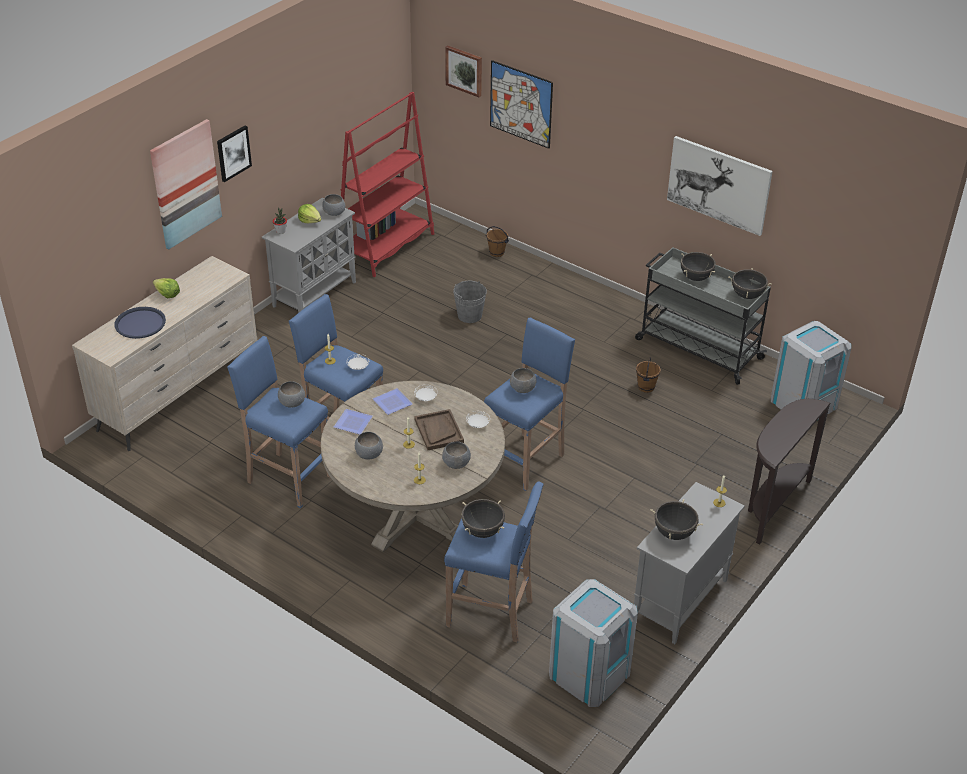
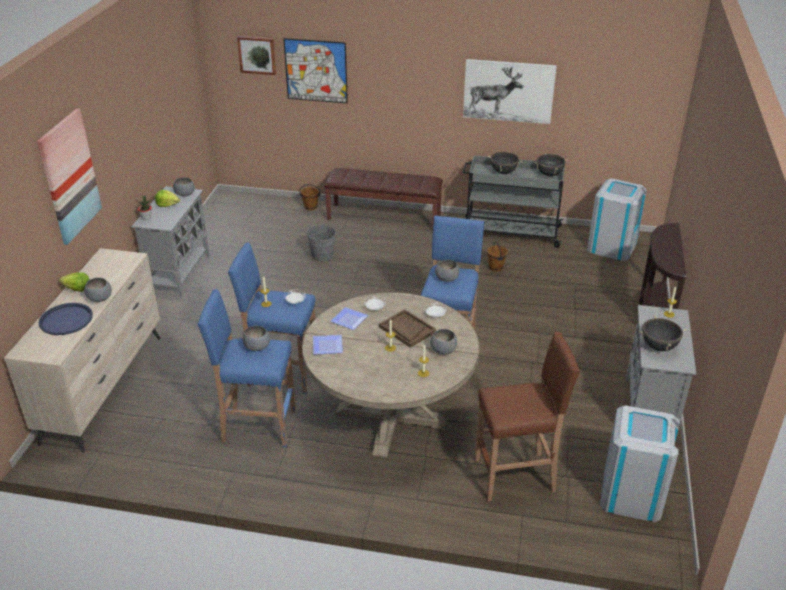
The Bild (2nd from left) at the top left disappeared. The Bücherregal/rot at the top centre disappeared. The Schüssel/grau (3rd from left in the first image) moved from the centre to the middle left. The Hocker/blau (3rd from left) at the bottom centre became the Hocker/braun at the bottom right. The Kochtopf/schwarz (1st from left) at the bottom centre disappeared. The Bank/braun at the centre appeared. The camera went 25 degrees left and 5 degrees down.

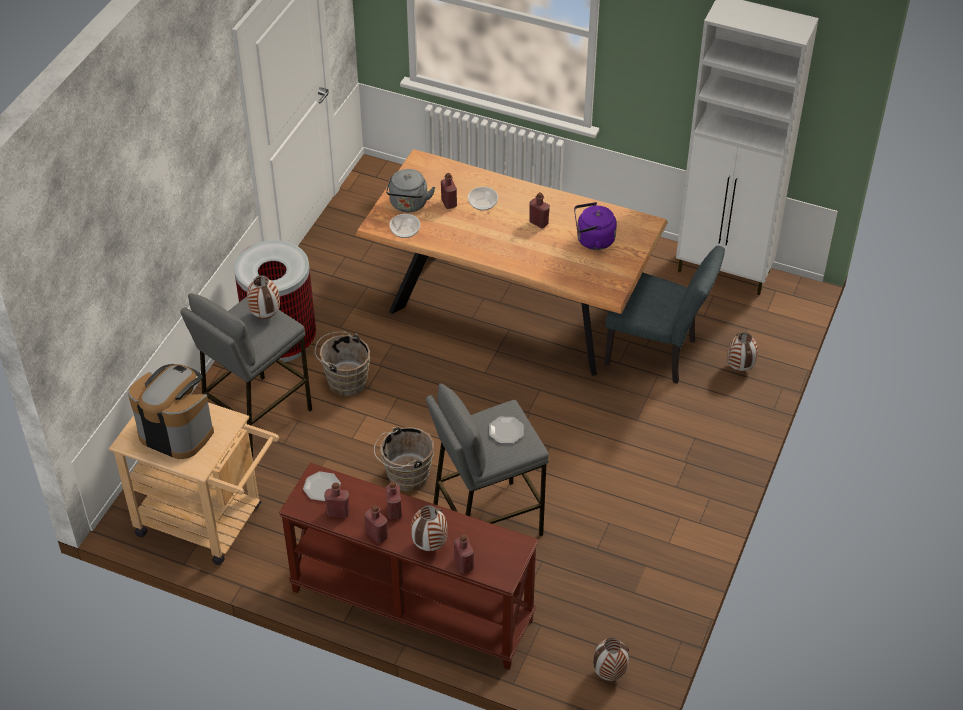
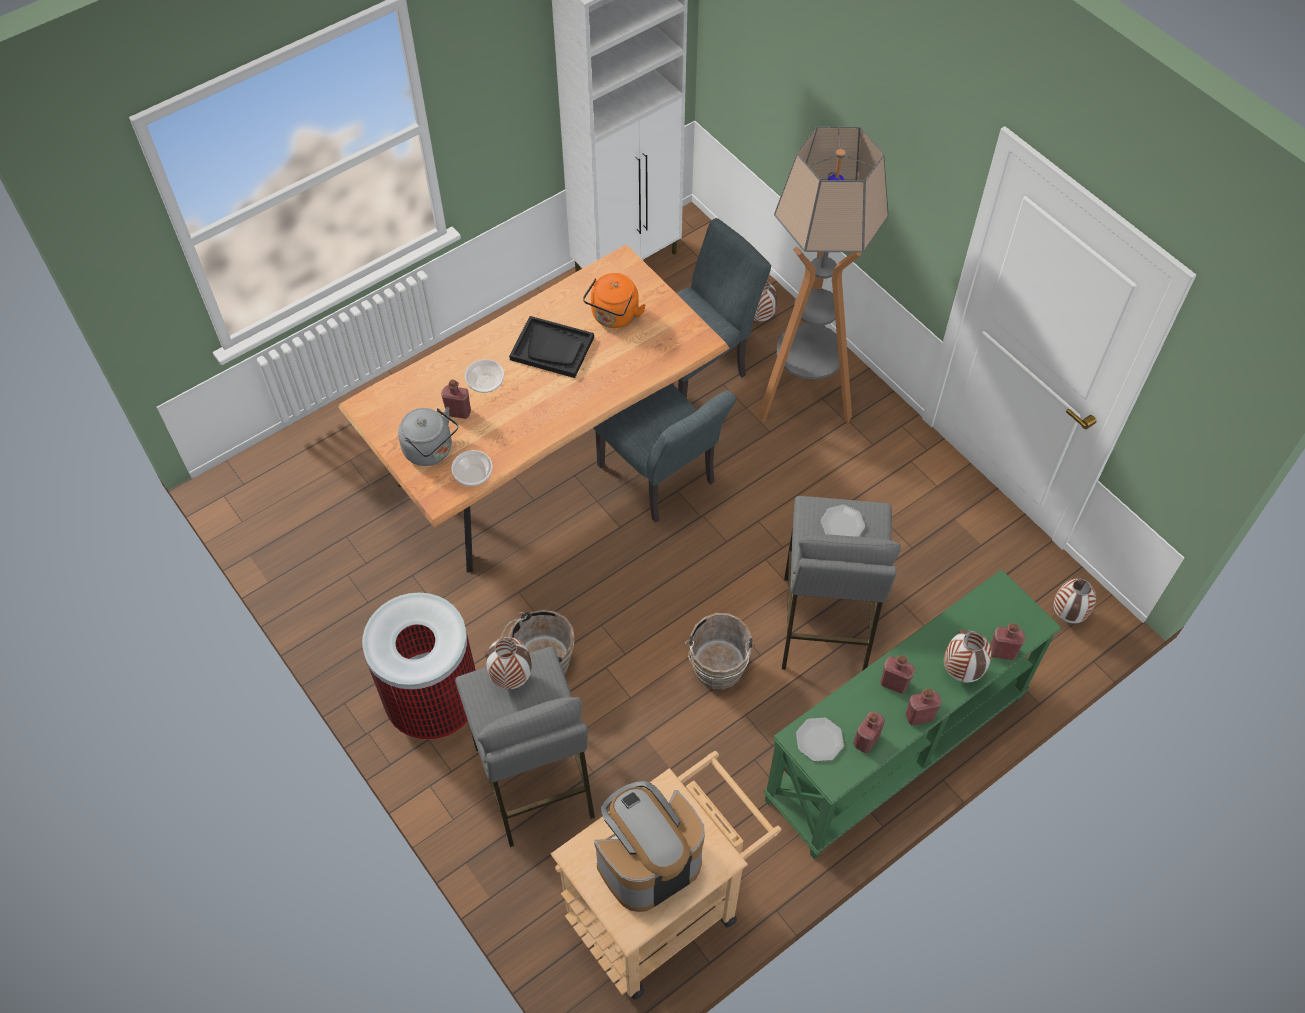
The Konsolentisch/braun at the bottom centre became the Konsolentisch/grün at the bottom right. The Flasche/rot (6th from left) at the top centre was replaced by the Tablett/schwarz at the centre. The Wasserkessel/lila at the top centre became the Wasserkessel/orange at the top centre. The Stuhl/grau (1st from left) at the centre appeared. The Stehlampe at the top centre appeared. The camera went 60 degrees left and 10 degrees up.

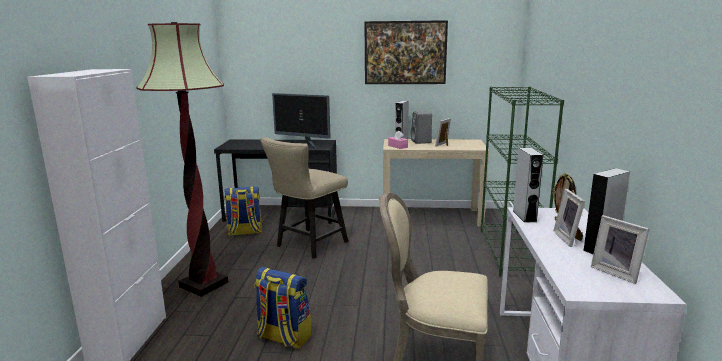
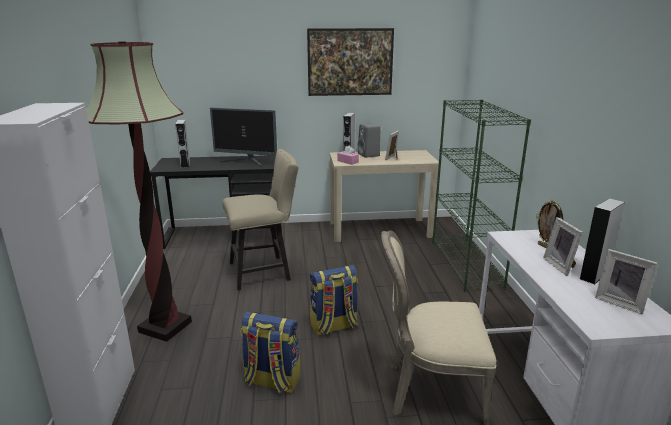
The Rucksack (1st from left in the first image) moved from the centre to the bottom centre. The Stuhl/beige (1st from left) at the centre turned 135 degrees counterclockwise. The Lautsprecher/grau (3rd from left in the first image) moved from the middle right to the middle left. The camera went 10 degrees left and 5 degrees up.

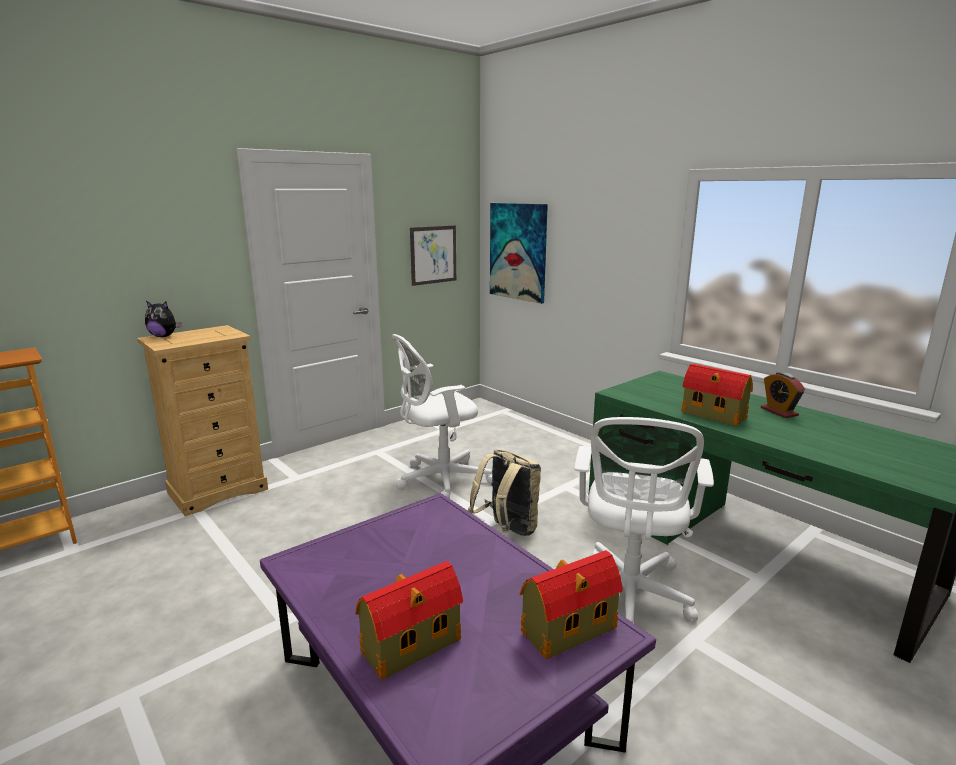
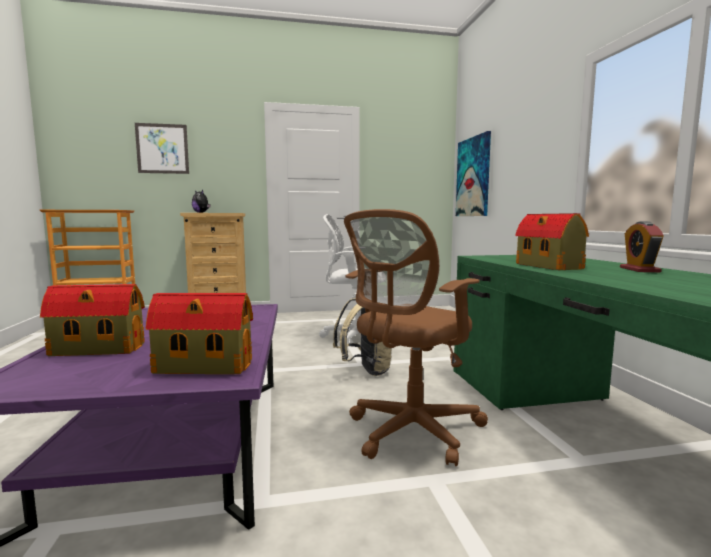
The Bild (1st from left) moved from the centre to the top left. The Bürostuhl/weiß (2nd from left) at the bottom right became the Bürostuhl/braun at the centre. The camera went 30 degrees right and 10 degrees down.

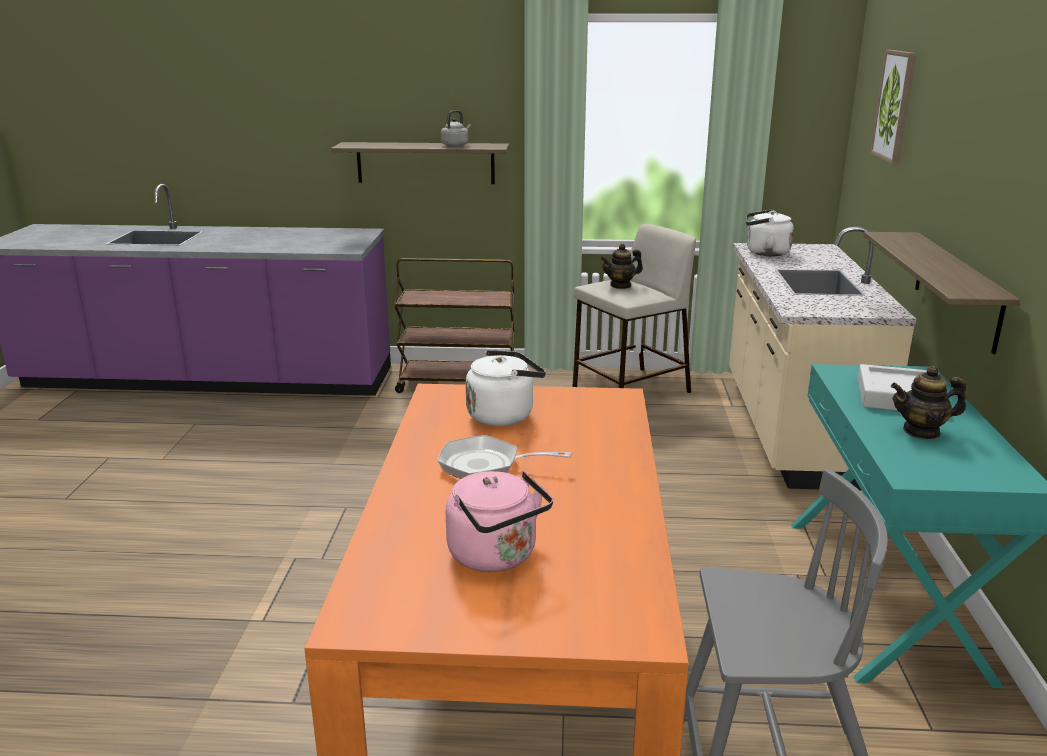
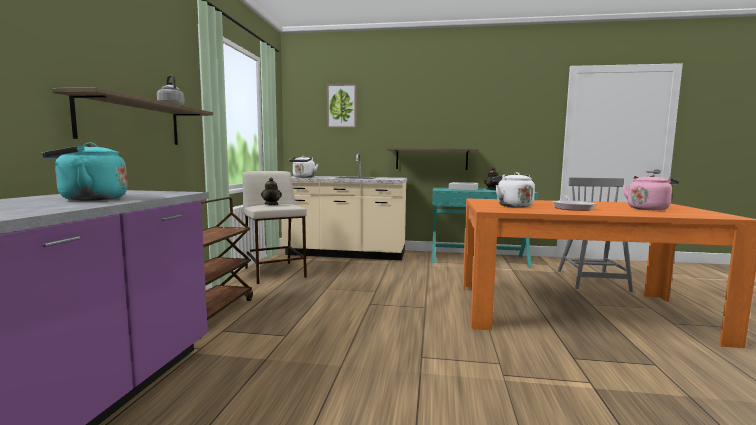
The Wasserkessel/türkis at the middle left appeared. The camera went 85 degrees left and 15 degrees down.

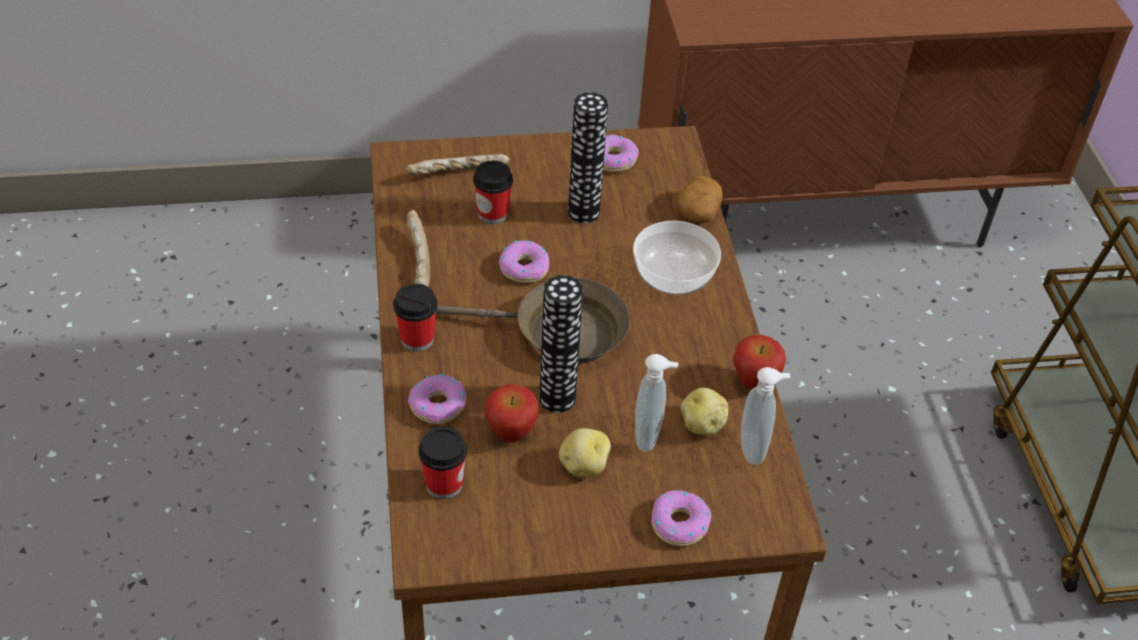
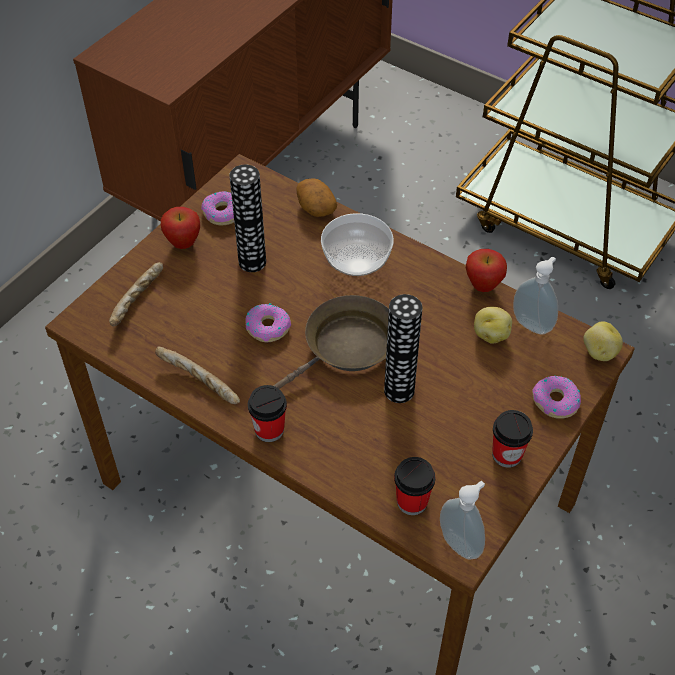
The Donut (1st from left) at the centre disappeared. The Tasse (3rd from left) moved from the top centre to the middle right. The Apfel (1st from left) moved from the centre to the middle left. The Kartoffel (1st from left in the first image) moved from the bottom centre to the middle right. The Seifenspender (1st from left) moved from the centre to the bottom right. The camera went 45 degrees left and 5 degrees up.

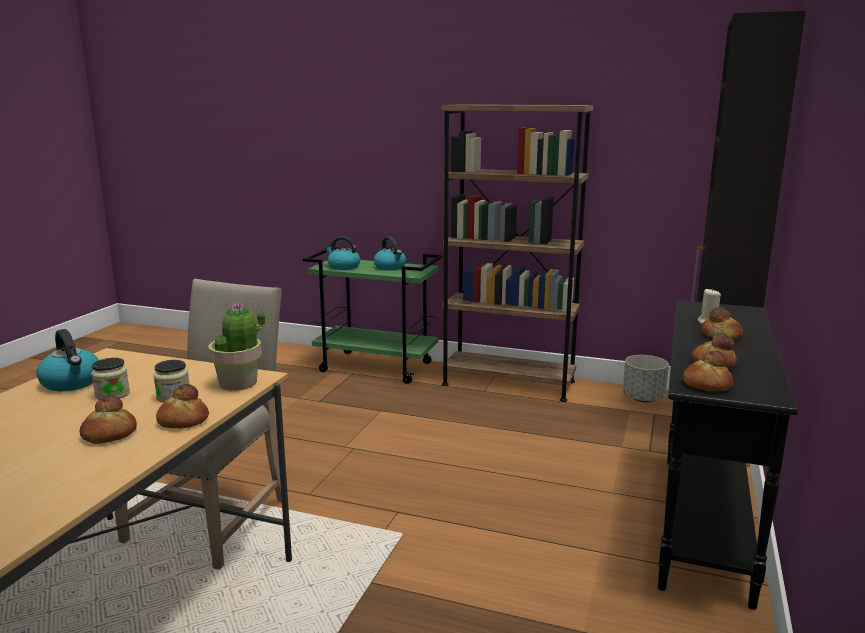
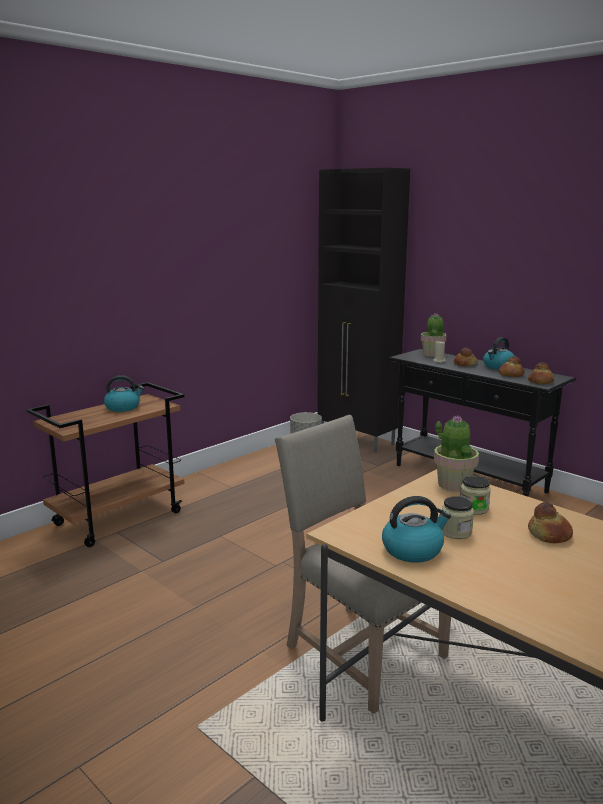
The Brot (2nd from left) at the middle left disappeared. The Rollwagen/grün at the centre became the Rollwagen/braun at the middle left. The Wasserkessel (2nd from left in the first image) moved from the centre to the middle right. The Bücherregal/braun at the centre disappeared. The Topfpflanze (1st from left) at the middle right appeared. The camera went 65 degrees left and 0 degrees up.

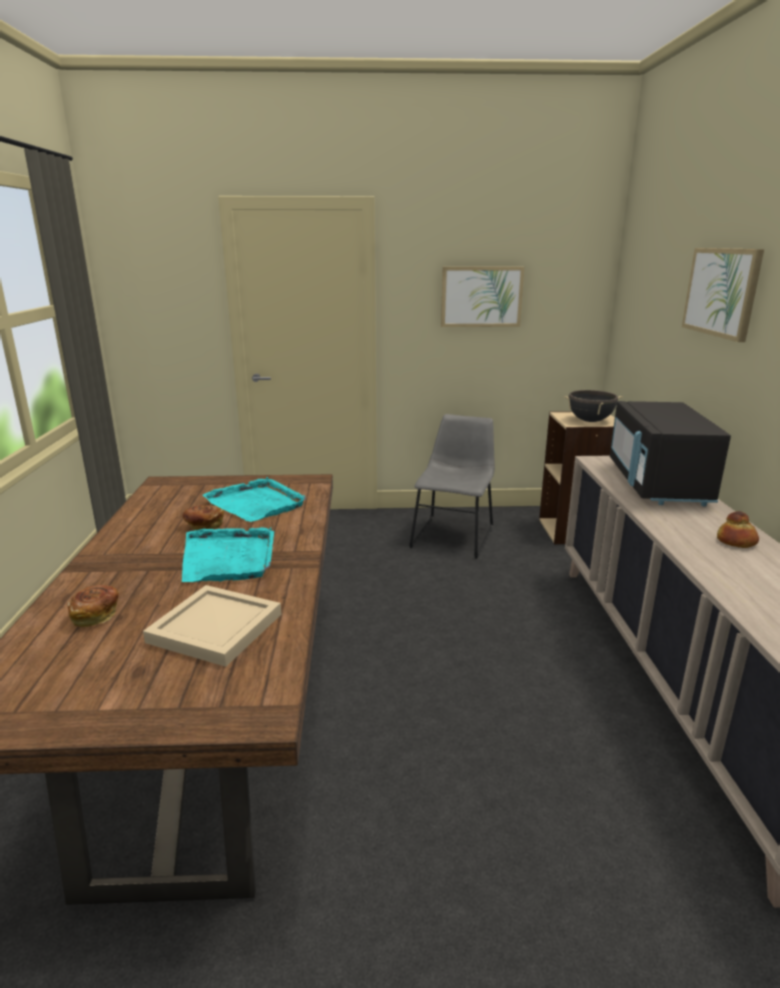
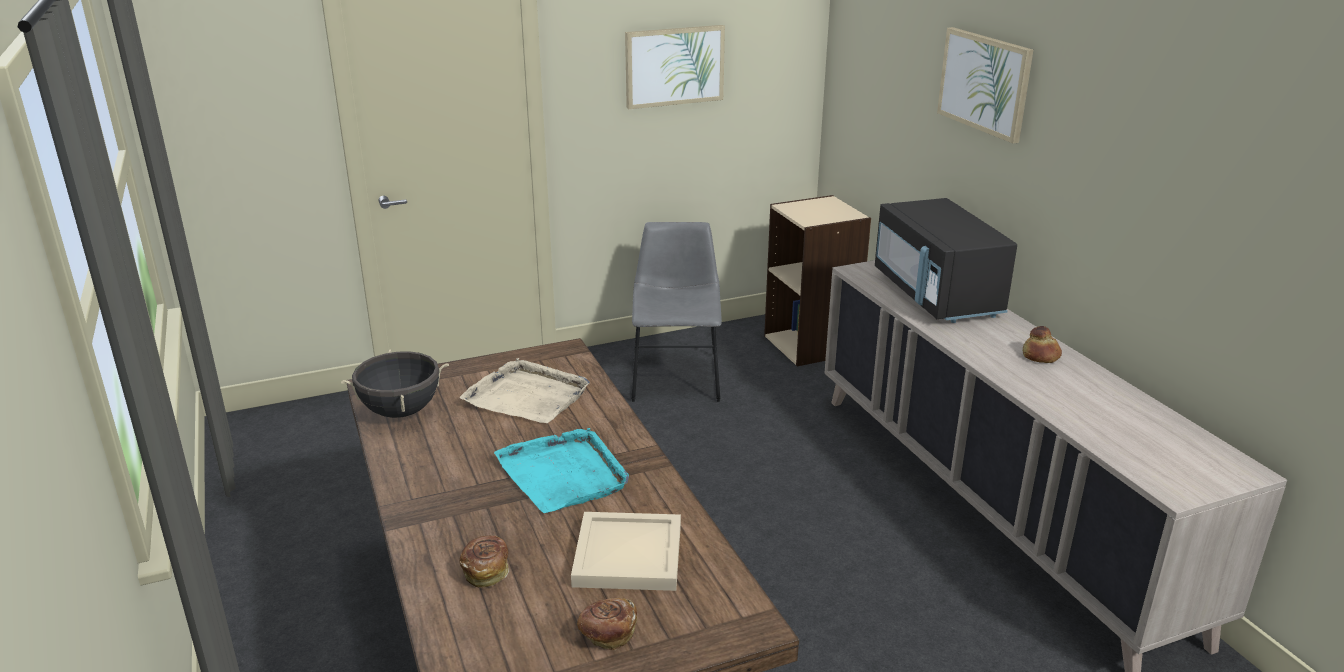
The Brot (2nd from left) moved from the middle left to the bottom centre. The Tablett/türkis (2nd from left) at the middle left became the Tablett/beige (1st from left) at the centre. The Kochtopf/schwarz moved from the middle right to the middle left. The camera went 20 degrees left and 5 degrees up.

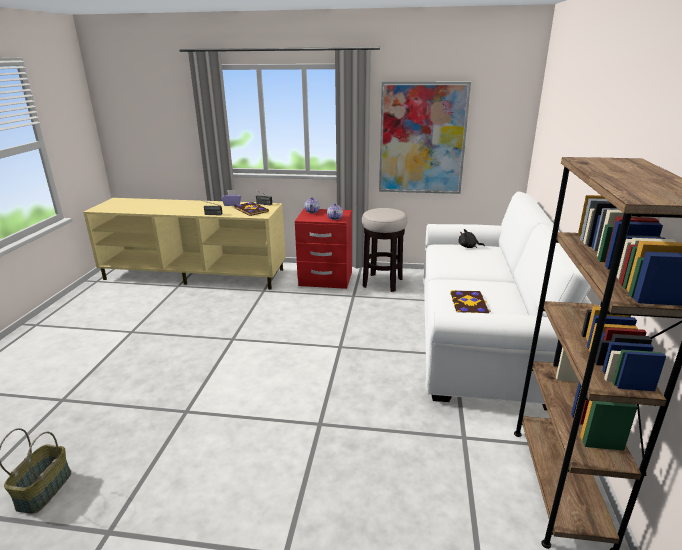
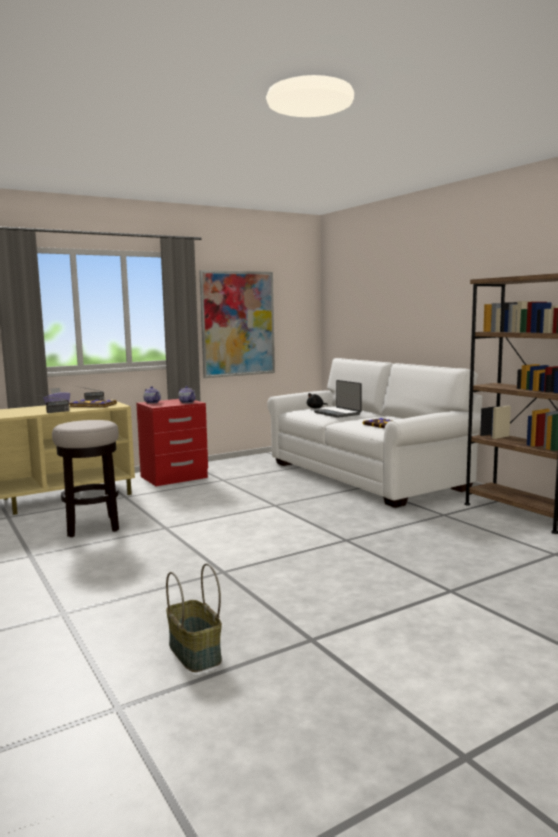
The Hocker moved from the centre to the middle left. The Laptop at the centre appeared. The camera went 40 degrees left and 15 degrees down.

